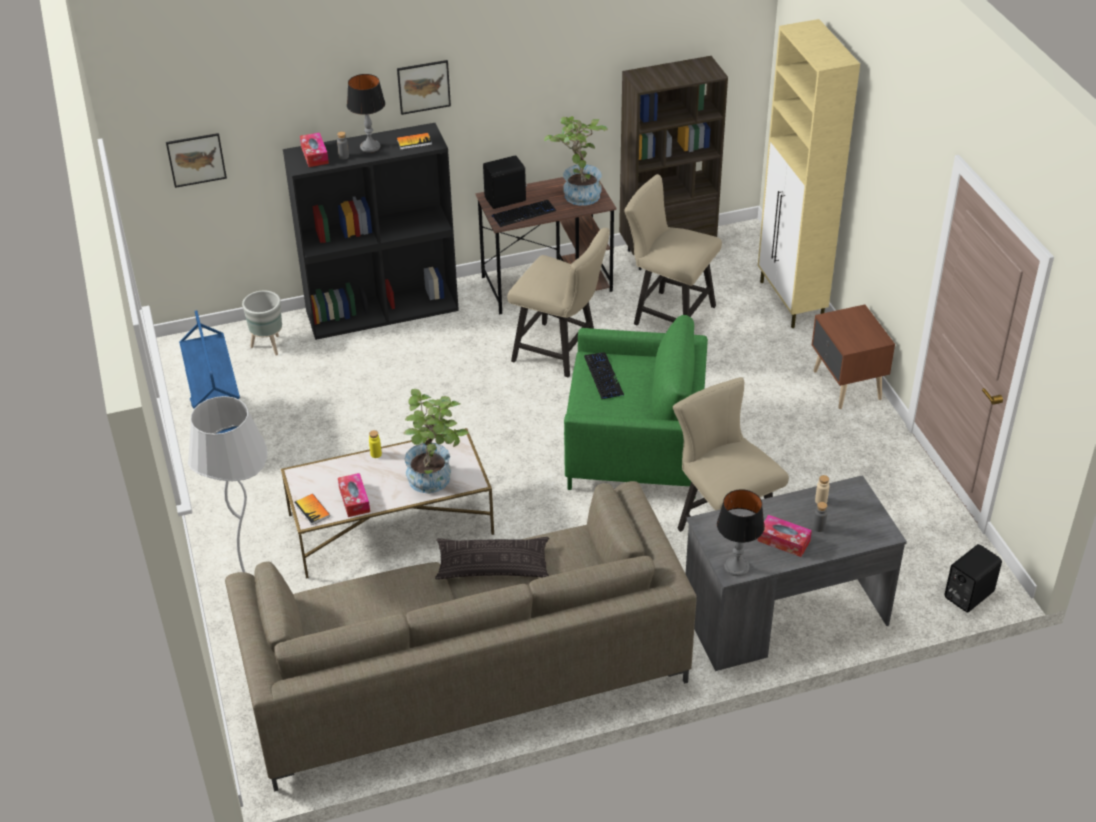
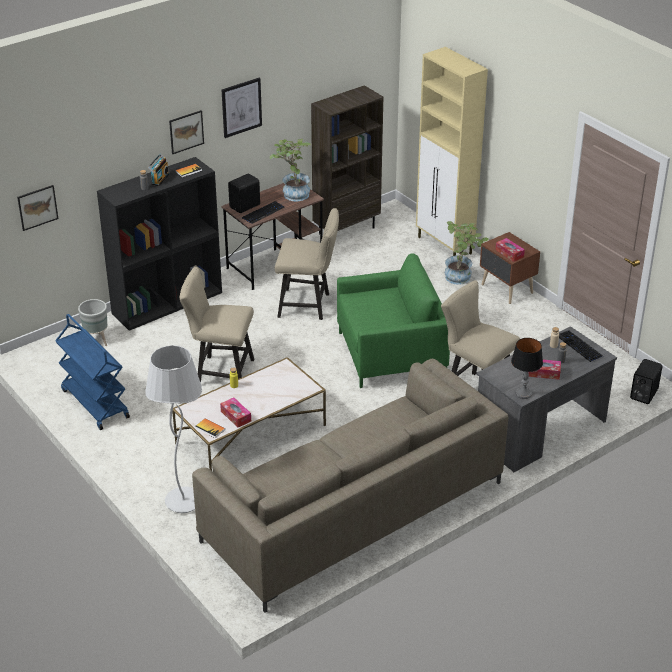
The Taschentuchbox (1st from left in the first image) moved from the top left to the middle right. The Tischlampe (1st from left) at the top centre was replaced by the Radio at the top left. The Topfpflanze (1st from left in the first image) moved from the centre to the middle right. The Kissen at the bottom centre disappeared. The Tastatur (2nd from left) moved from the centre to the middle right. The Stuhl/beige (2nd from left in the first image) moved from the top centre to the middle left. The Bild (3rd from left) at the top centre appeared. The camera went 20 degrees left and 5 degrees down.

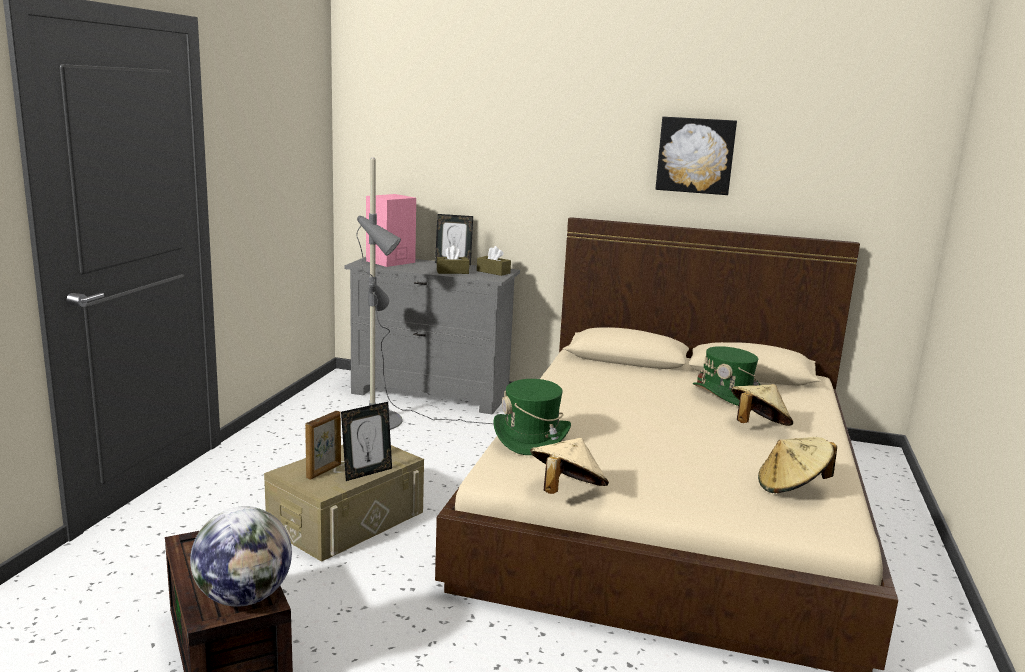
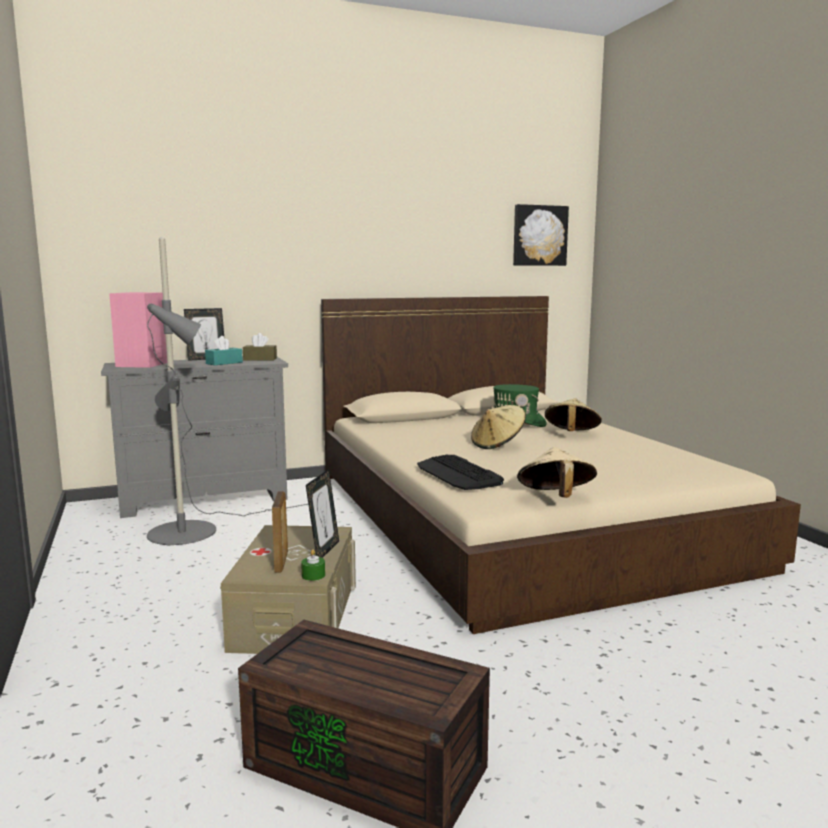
The Globus at the bottom left disappeared. The Taschentuchbox/braun (1st from left) at the centre became the Taschentuchbox/türkis at the middle left. The Hut/grün (1st from left) at the centre was replaced by the Tastatur at the centre. The Bild moved from the top right to the top centre. The Hut/beige (3rd from left in the first image) moved from the bottom right to the centre. The Kerze/grün at the bottom centre appeared. The camera went 35 degrees left and 5 degrees down.

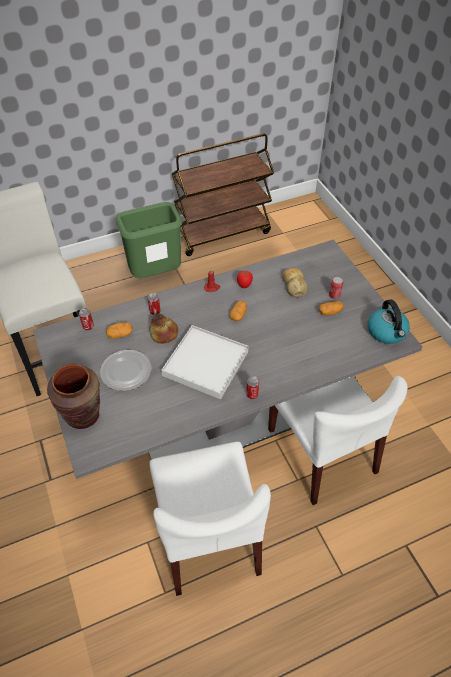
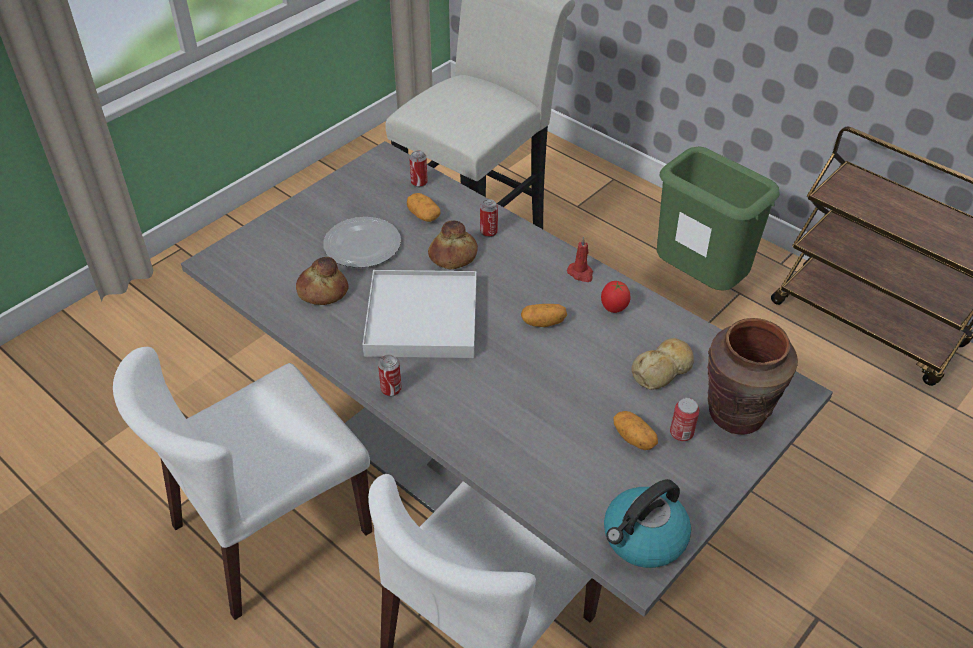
The Vase/braun moved from the middle left to the middle right. The Brot (1st from left) at the middle left appeared. The camera went 65 degrees right and 5 degrees down.

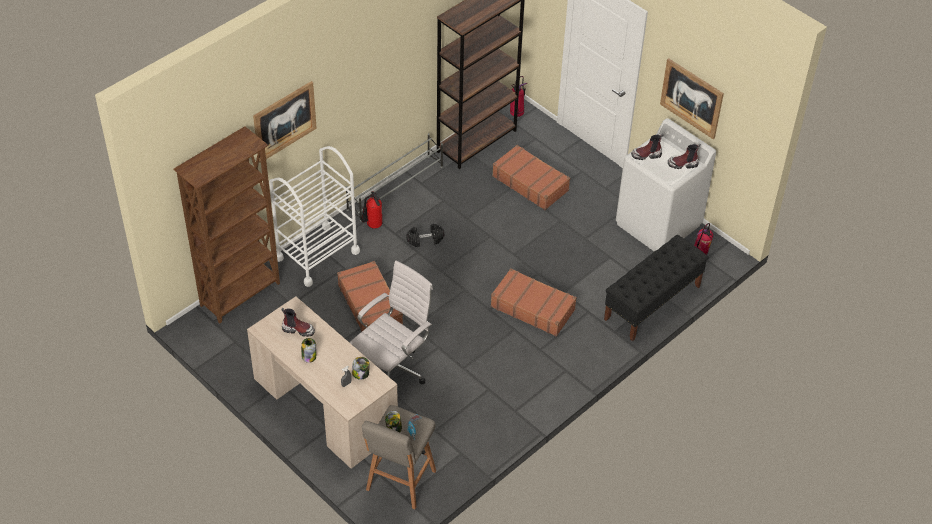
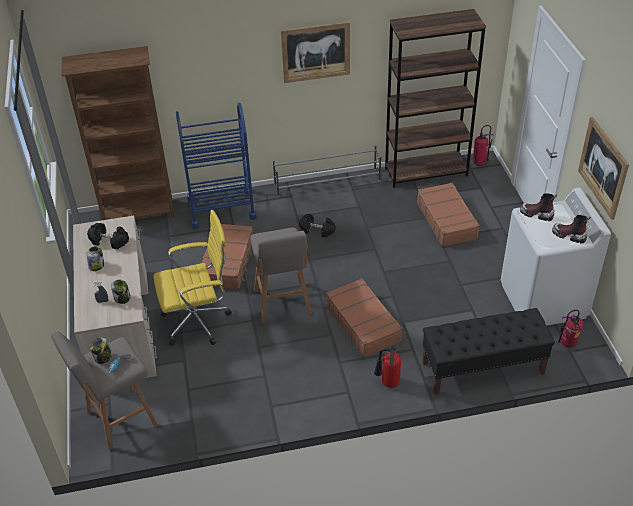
The Bild (1st from left) moved from the top left to the top centre. The Rollwagen/weiß at the centre became the Rollwagen/blau at the top centre. The Stiefel (1st from left) at the middle left was replaced by the Hantel/schwarz (1st from left) at the middle left. The Bürostuhl/weiß at the centre became the Bürostuhl/gelb at the middle left. The Feuerlöscher (1st from left) moved from the centre to the bottom centre. The Hocker/grau (2nd from left) at the centre appeared. The camera went 35 degrees right and 5 degrees down.

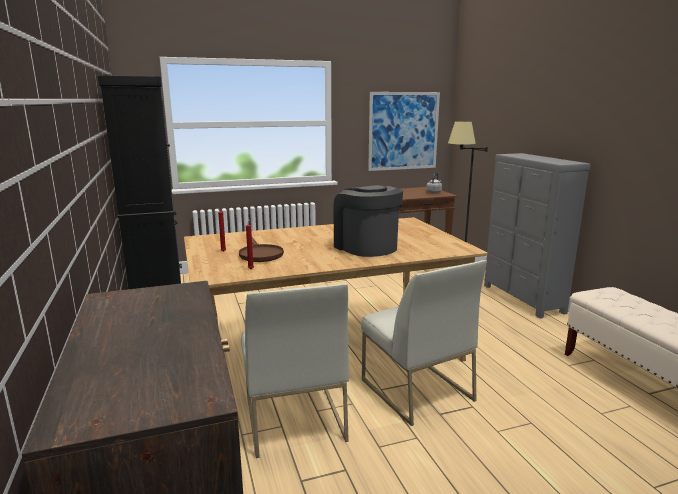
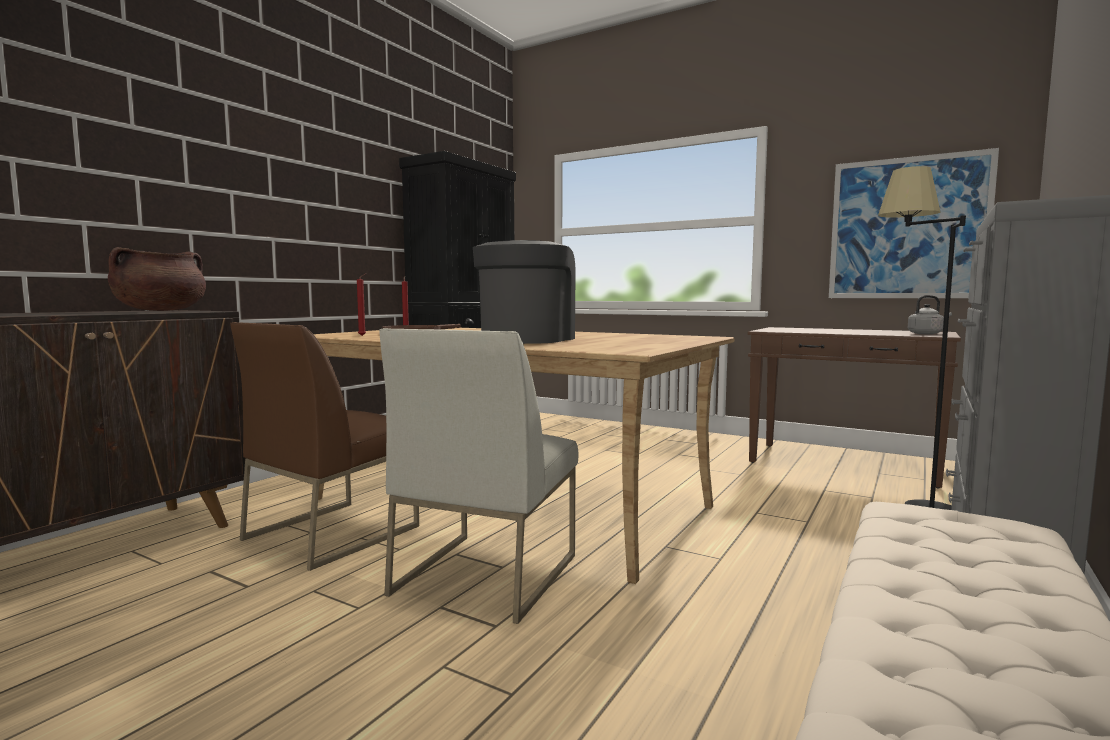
The Stuhl/weiß (1st from left) at the bottom centre became the Stuhl/braun at the middle left. The Kochtopf/braun at the middle left appeared. The camera went 50 degrees right and 10 degrees down.

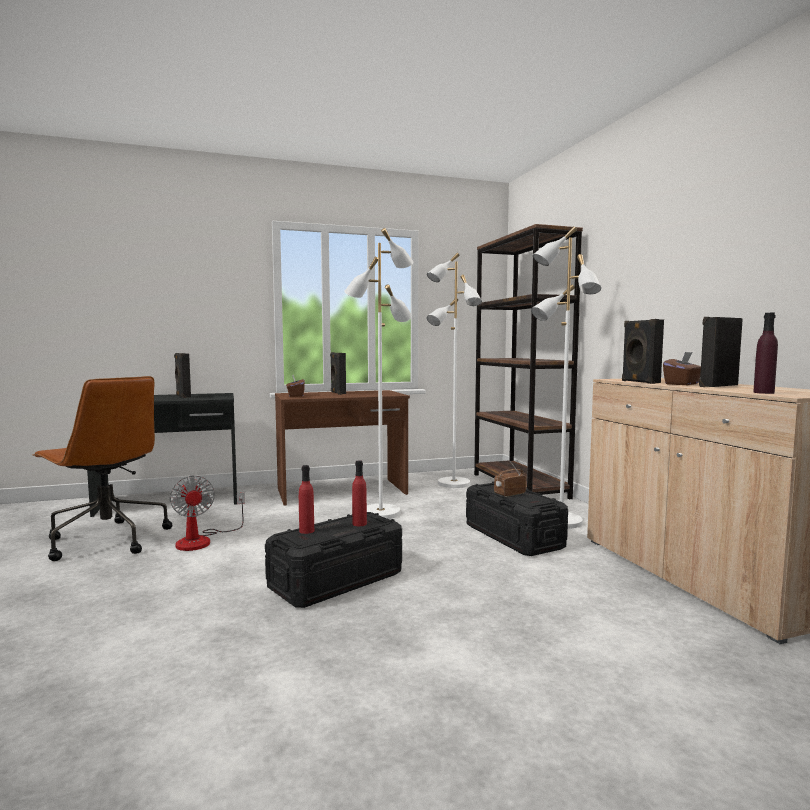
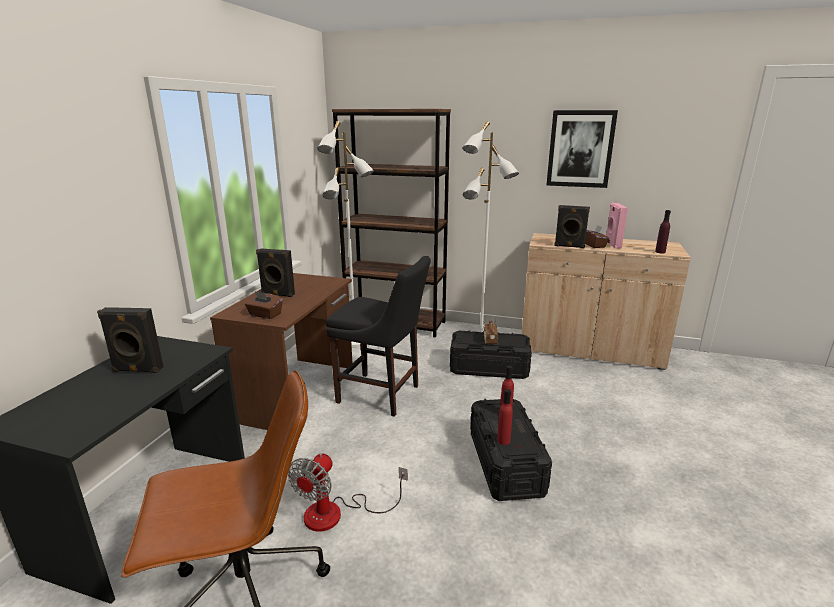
The Ventilator at the middle left turned 105 degrees clockwise. The Stehlampe/weiß (1st from left) at the centre was replaced by the Stuhl/schwarz at the centre. The Lautsprecher/schwarz (4th from left) at the middle right became the Lautsprecher/rosa at the middle right. The Bild at the top right appeared. The camera went 55 degrees left and 15 degrees up.

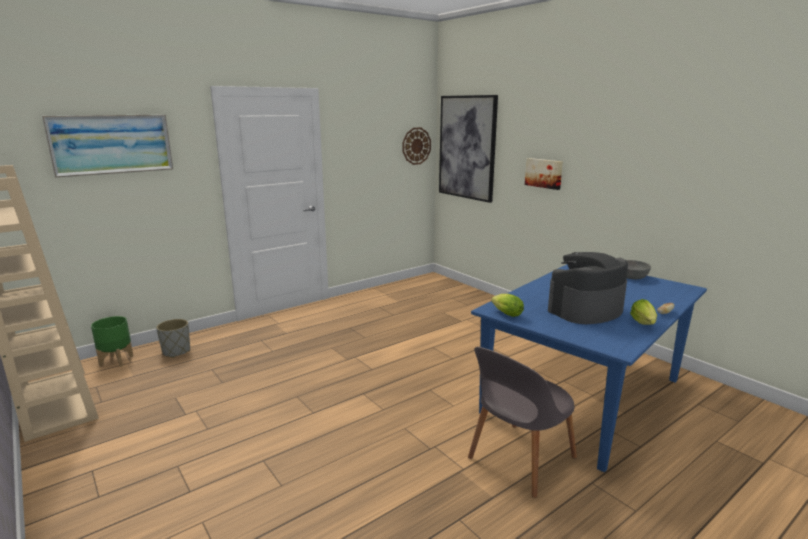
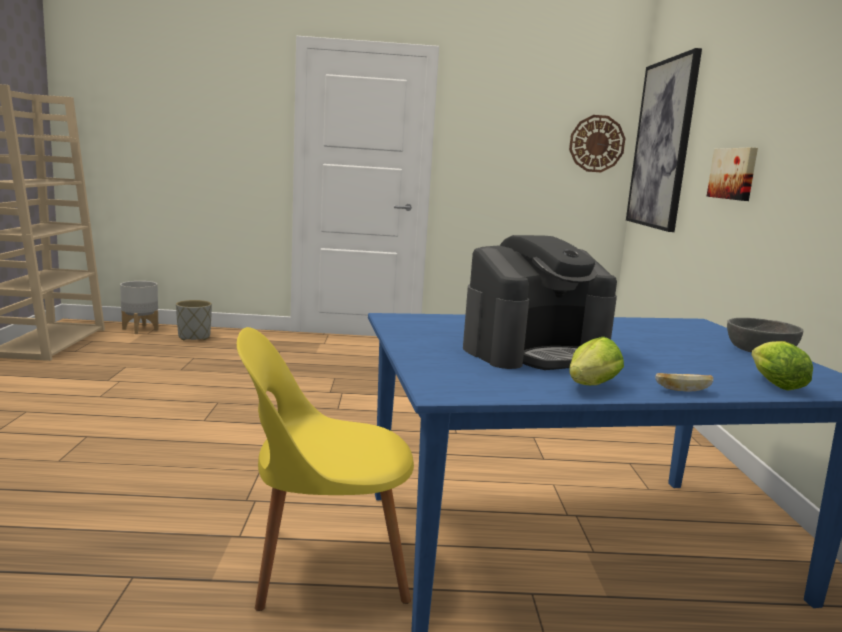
The Bild (1st from left) at the top left disappeared. The Pflanzkübel/grün at the middle left became the Pflanzkübel/grau (1st from left) at the middle left. The Stuhl/grau at the bottom centre became the Stuhl/gelb at the bottom centre. The Salatkopf (1st from left in the first image) moved from the centre to the middle right. The Kaffeemaschine at the middle right turned 150 degrees clockwise. The camera went 35 degrees right and 5 degrees down.

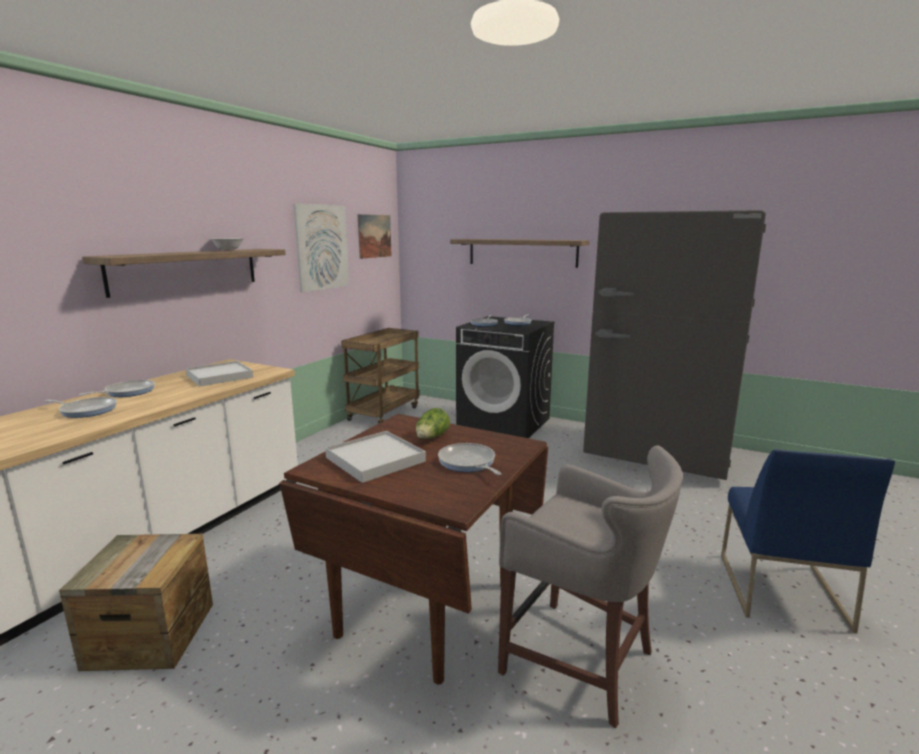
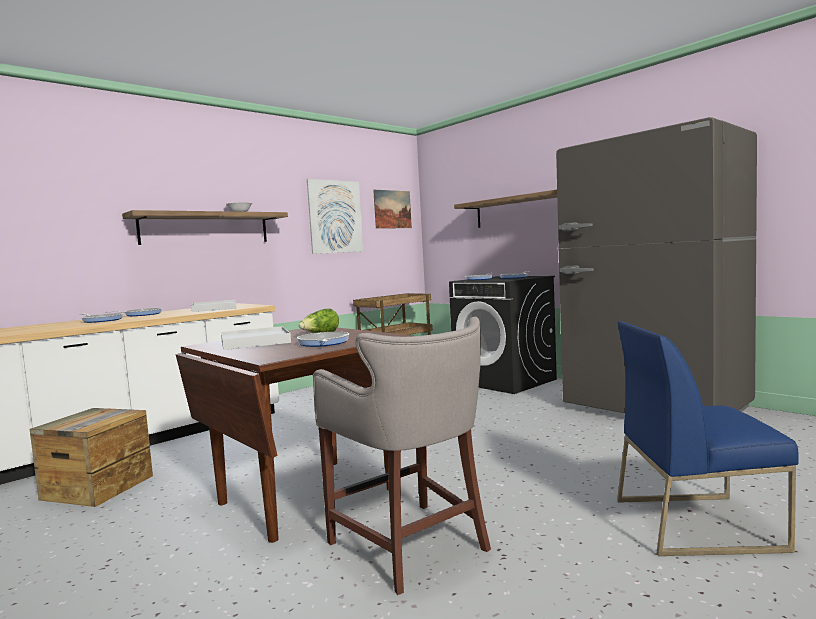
The Stuhl/blau at the bottom right turned 60 degrees clockwise. The camera went 20 degrees right and 10 degrees down.

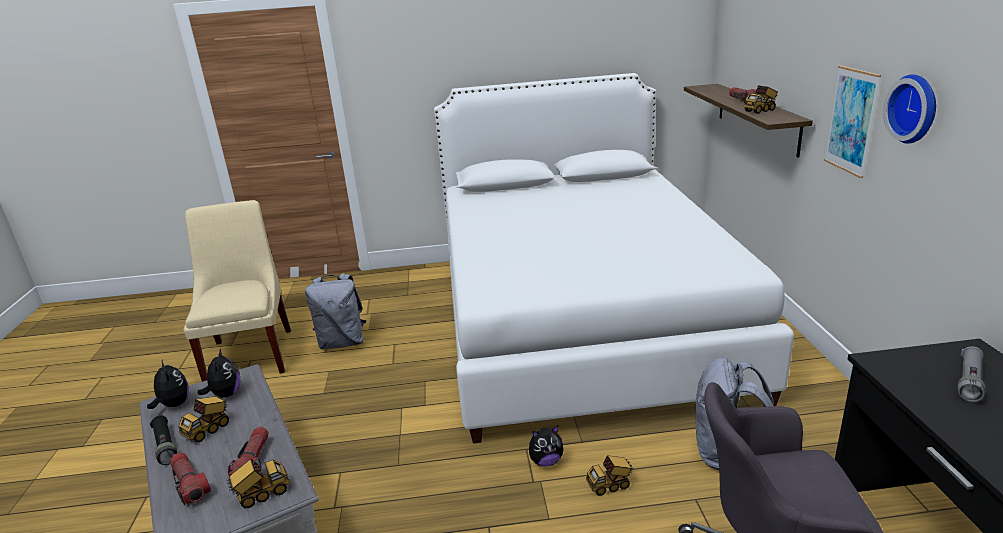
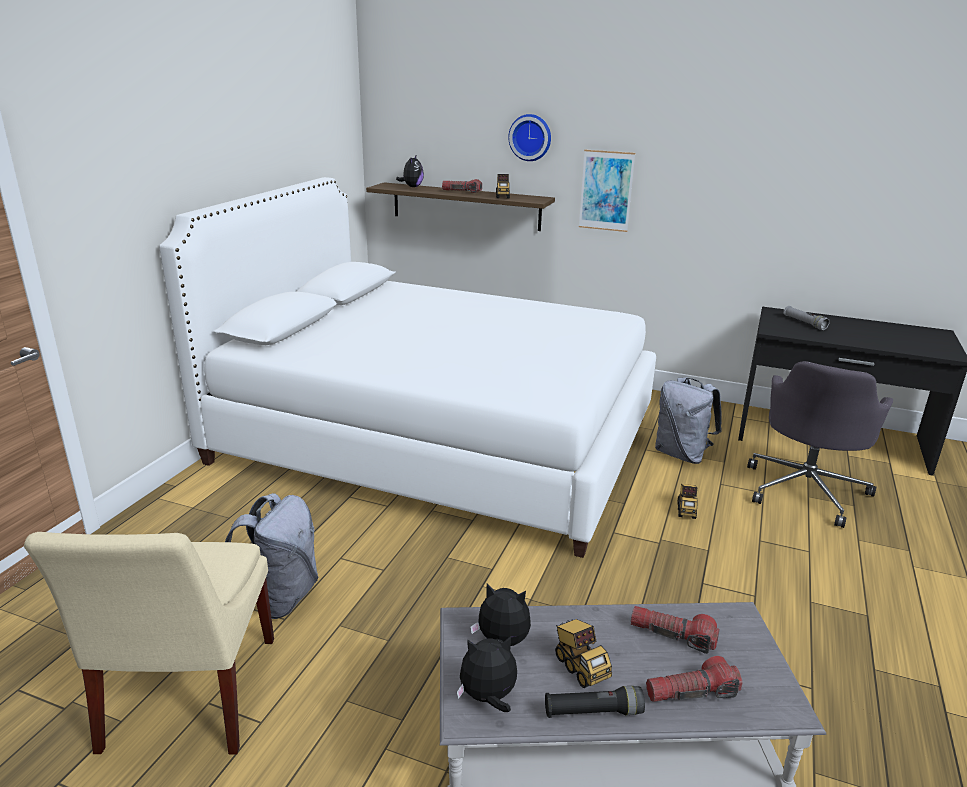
The Stuhl/beige at the middle left turned 105 degrees counterclockwise. The Spielzeuglaster (2nd from left) at the bottom left disappeared. The Plüschtier (3rd from left in the first image) moved from the bottom centre to the top centre. The Wanduhr moved from the top right to the top centre. The camera went 65 degrees left and 0 degrees up.

